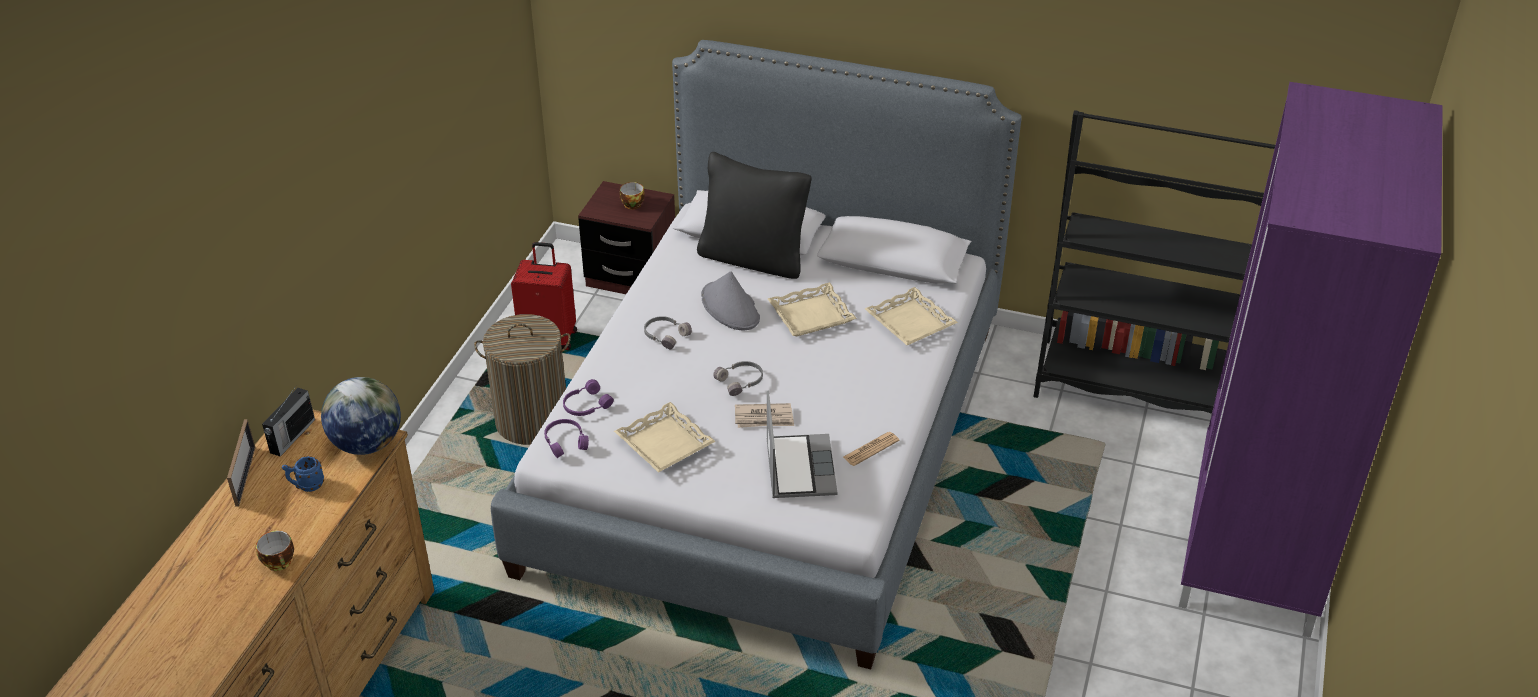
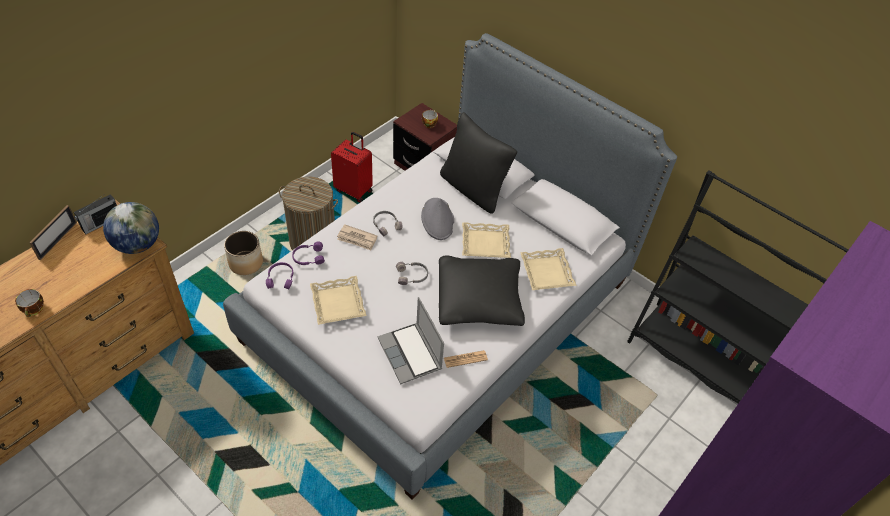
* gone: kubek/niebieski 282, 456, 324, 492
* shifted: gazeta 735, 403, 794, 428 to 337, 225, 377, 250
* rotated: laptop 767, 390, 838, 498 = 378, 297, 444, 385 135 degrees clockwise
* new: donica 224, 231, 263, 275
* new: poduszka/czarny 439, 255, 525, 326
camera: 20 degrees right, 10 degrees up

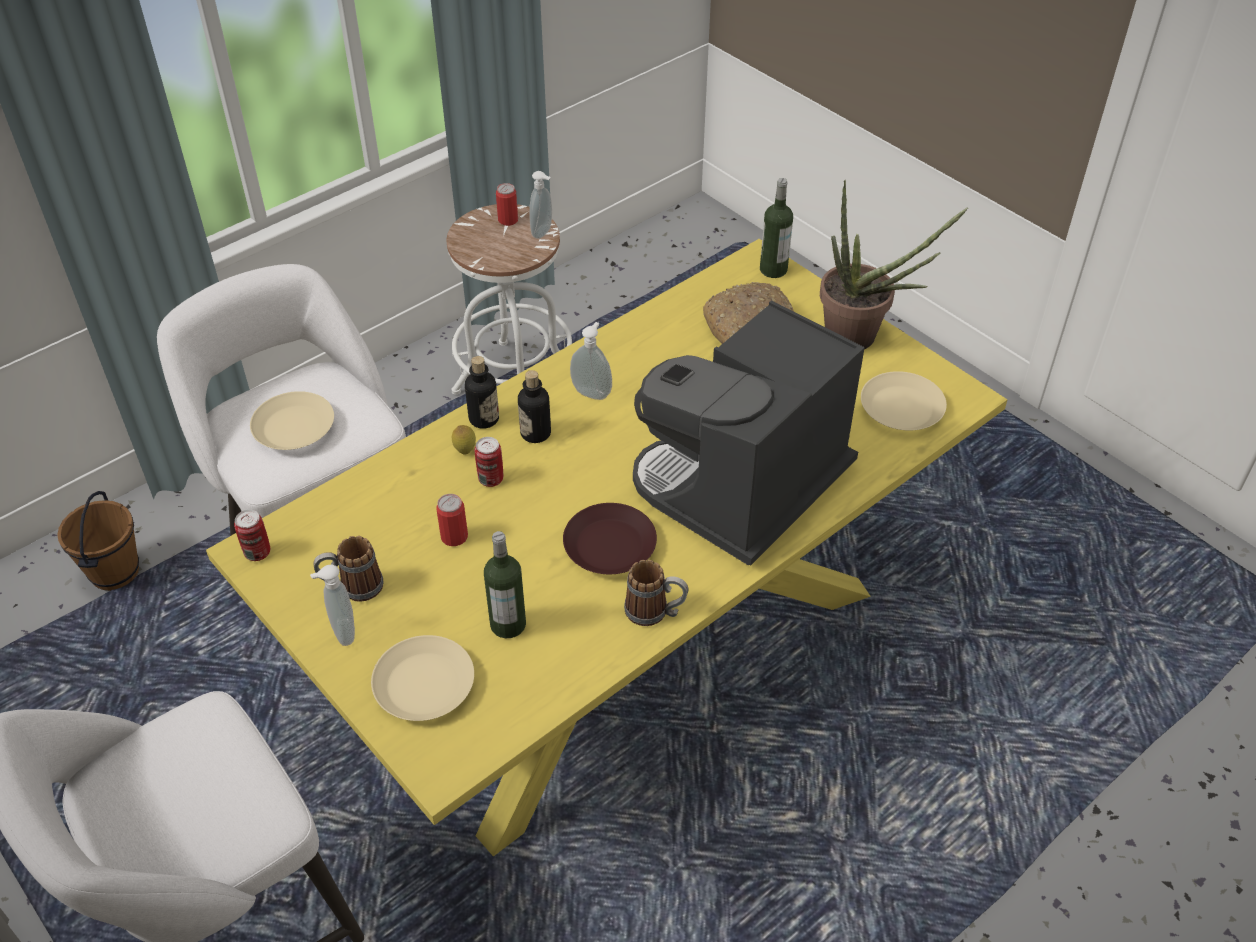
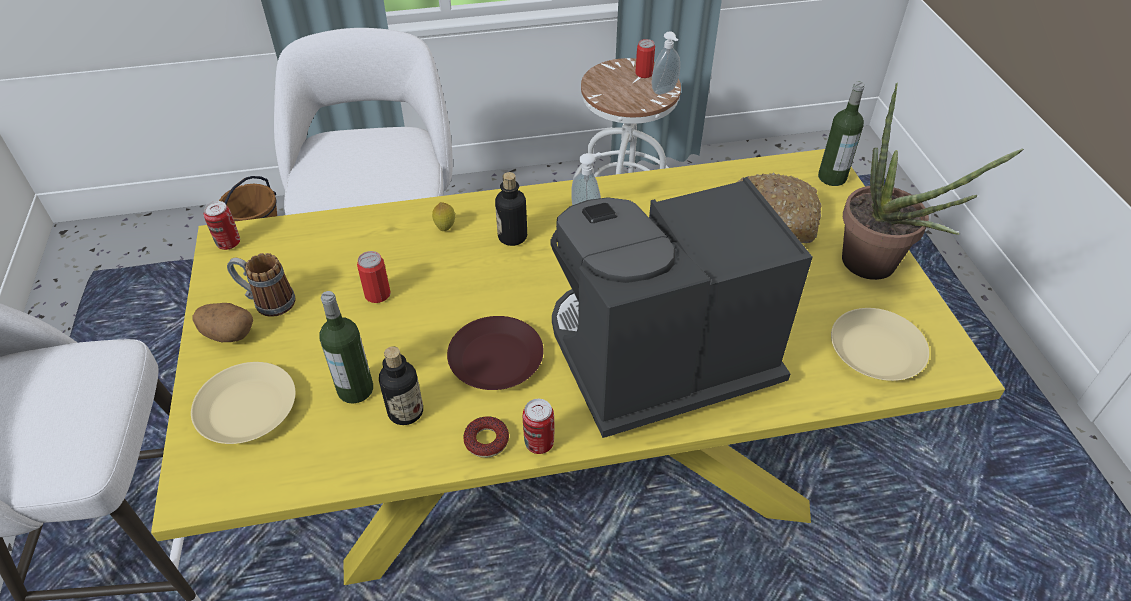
* gone: talerz/beżowy 250, 391, 334, 450
* swapped: dozownik mydła 310, 565, 355, 646 to ziemniak 192, 303, 253, 342
* shifted: butelka 465, 356, 499, 429 to 379, 346, 423, 425
* shifted: puszka 475, 437, 503, 487 to 523, 399, 554, 454
* swapped: kubek 624, 560, 688, 626 to donut 463, 416, 509, 458
camera: 30 degrees right, 0 degrees up

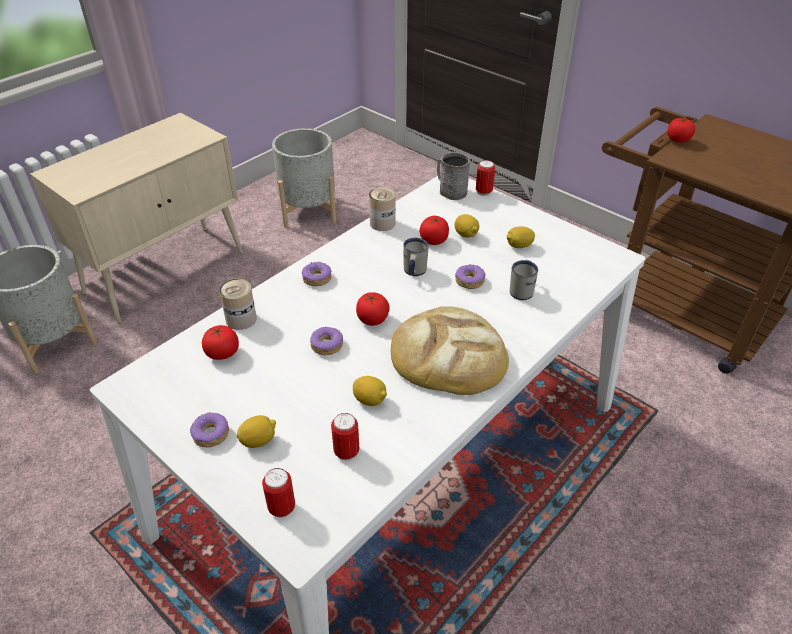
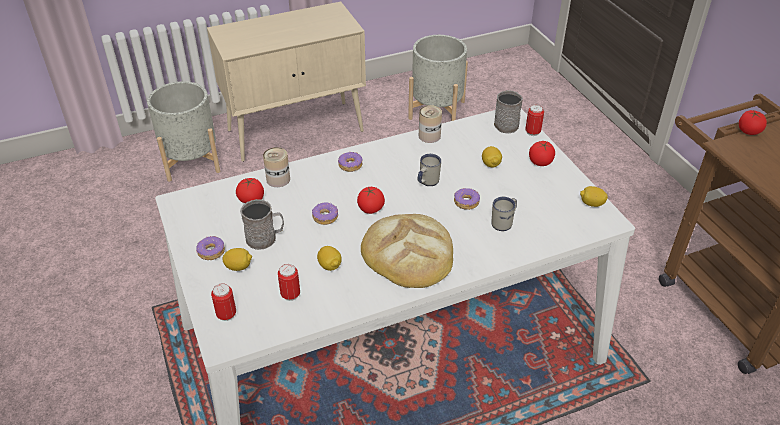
* shifted: pomidor 419, 216, 449, 245 to 529, 141, 555, 166
* shifted: cytryna 507, 227, 535, 248 to 580, 186, 608, 207
* new: kubek/szary 240, 199, 284, 250
camera: 25 degrees right, 0 degrees up

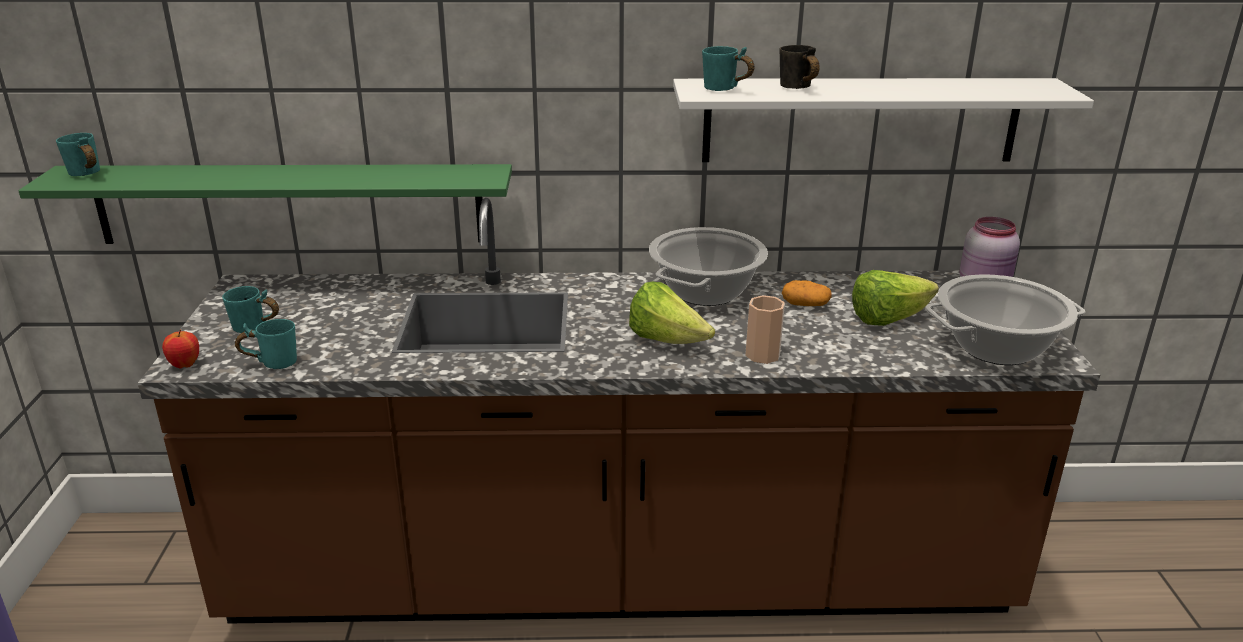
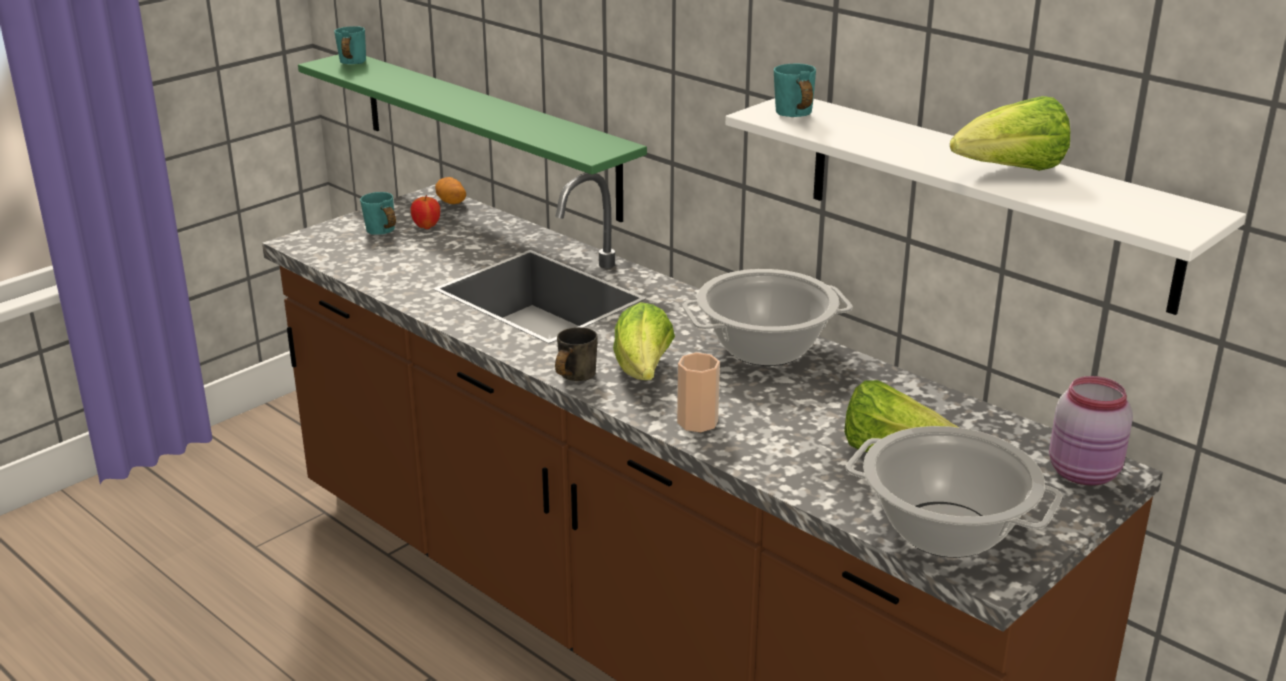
* shifted: jabłko 162, 330, 199, 368 to 411, 195, 440, 229
* gone: kubek/turkusowy 235, 319, 297, 369
* shifted: kubek/szary 780, 45, 820, 89 to 555, 327, 597, 381
* shifted: ziemniak 782, 280, 832, 306 to 435, 177, 466, 204
* new: sałata 950, 96, 1070, 171
camera: 45 degrees right, 0 degrees up

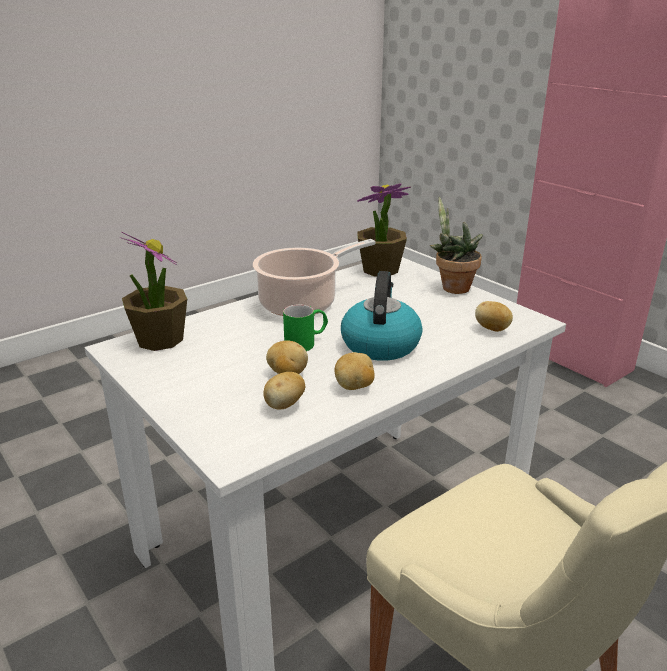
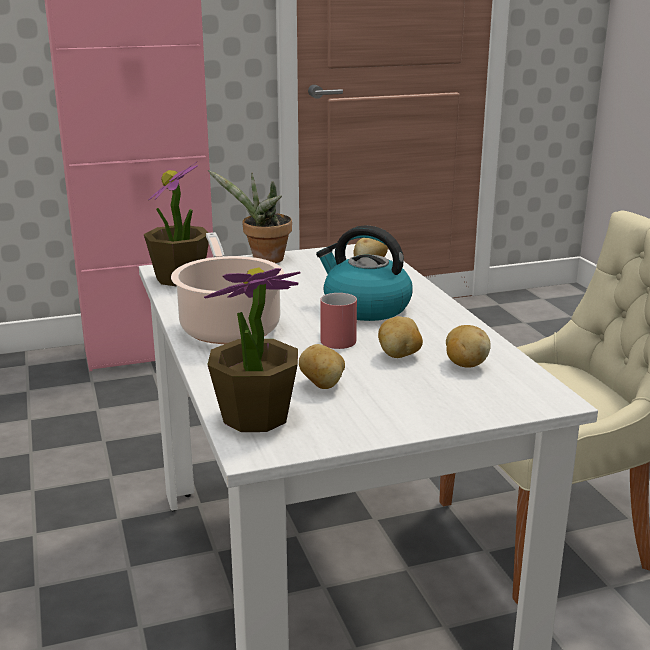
* repainted: kubek/zielony 283, 304, 328, 351 to kubek/czerwony 321, 293, 357, 349
* shifted: ziemniak 334, 352, 375, 390 to 299, 344, 345, 389
camera: 70 degrees left, 5 degrees down

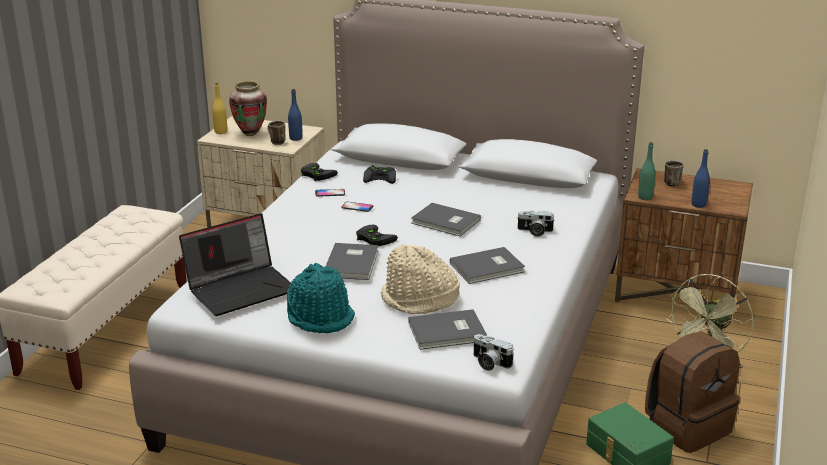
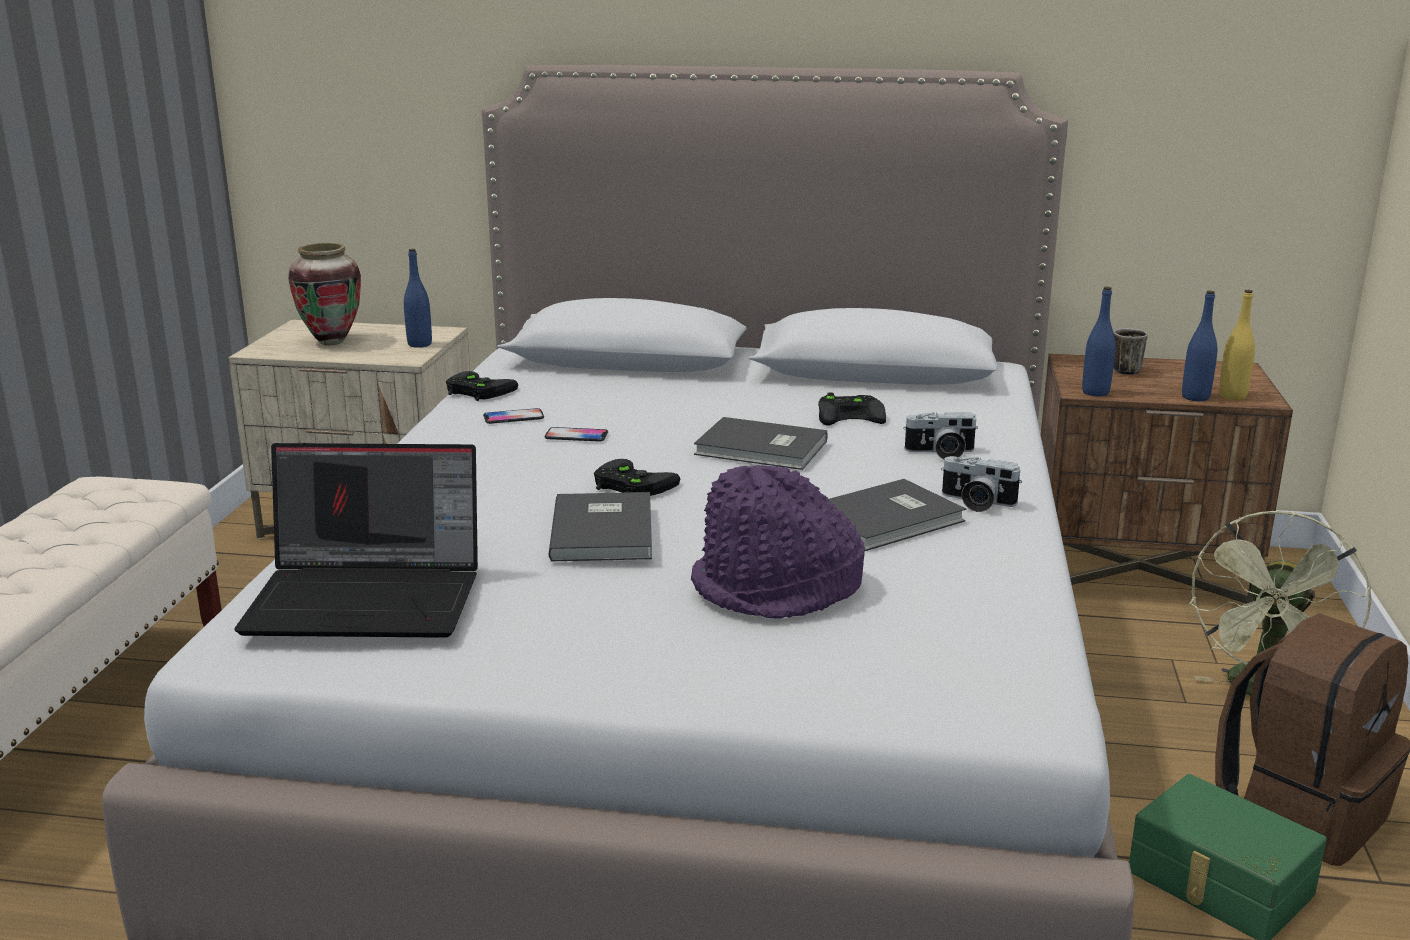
* rotated: laptop 179, 213, 291, 316 = 234, 443, 478, 638 45 degrees clockwise
* shifted: butelka/żółty 212, 83, 227, 134 to 1219, 290, 1255, 400
* gone: kubek 268, 121, 285, 145
* gone: kapelusz/turkusowy 287, 263, 355, 334
* shifted: pad do gier/czarny 363, 165, 396, 184 to 818, 392, 886, 425
* repainted: kapelusz/beżowy 381, 245, 460, 314 to kapelusz/fioletowy 691, 465, 865, 619
* gone: książka/szary 408, 309, 487, 350
* shifted: aparat fotograficzny 473, 334, 514, 371 to 941, 456, 1022, 512
* repainted: butelka/zielony 638, 142, 656, 200 to butelka/niebieski 1082, 287, 1116, 396
camera: 10 degrees left, 5 degrees down

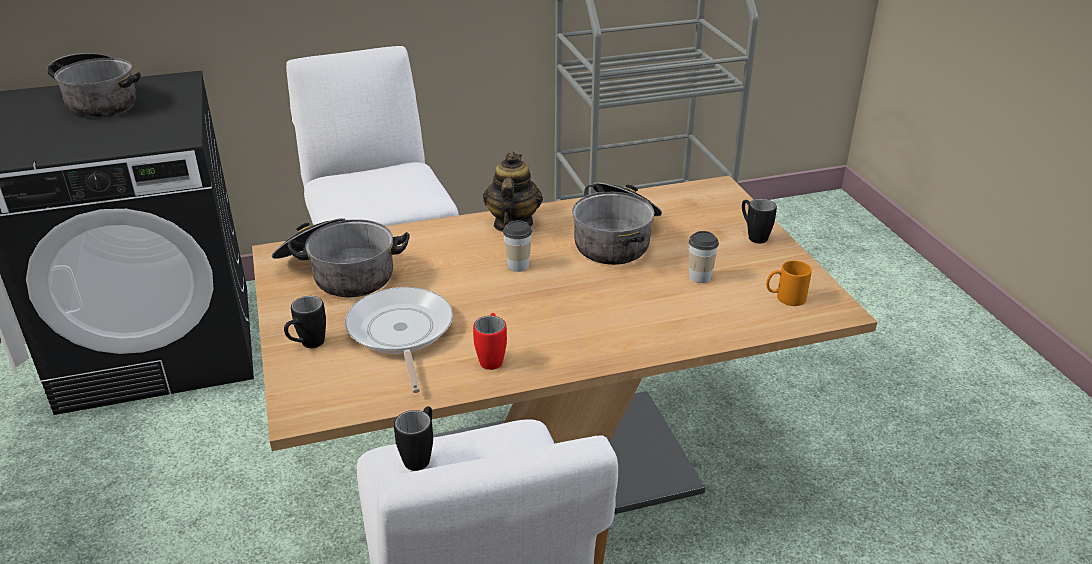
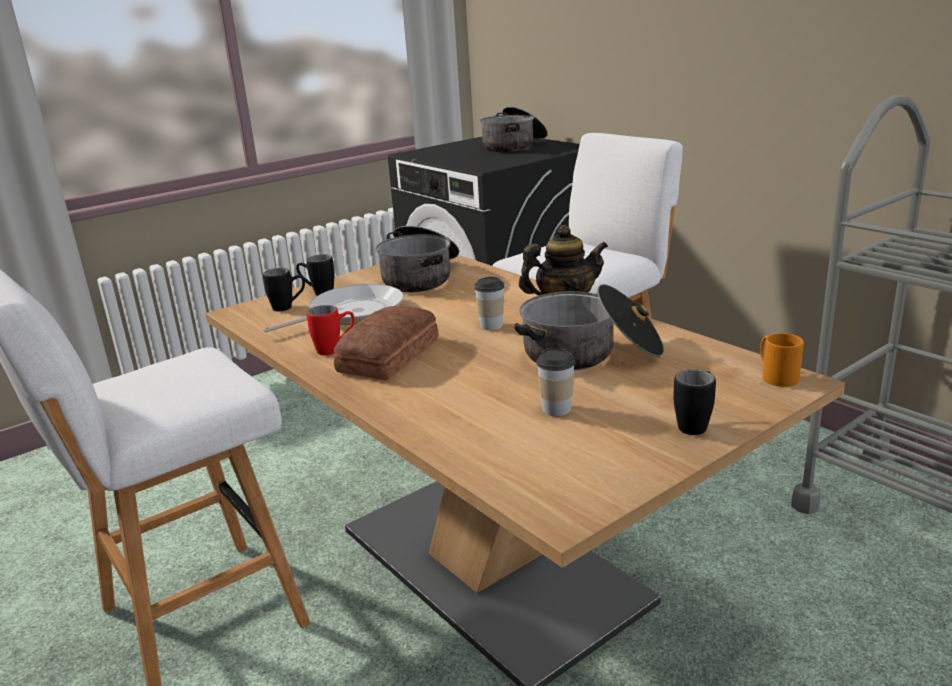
* shifted: kubek/czarny 394, 406, 433, 471 to 263, 268, 305, 311
* shifted: kubek/pomarańczowy 766, 260, 812, 306 to 760, 333, 804, 387
* new: chleb 334, 306, 439, 380
camera: 70 degrees right, 10 degrees down

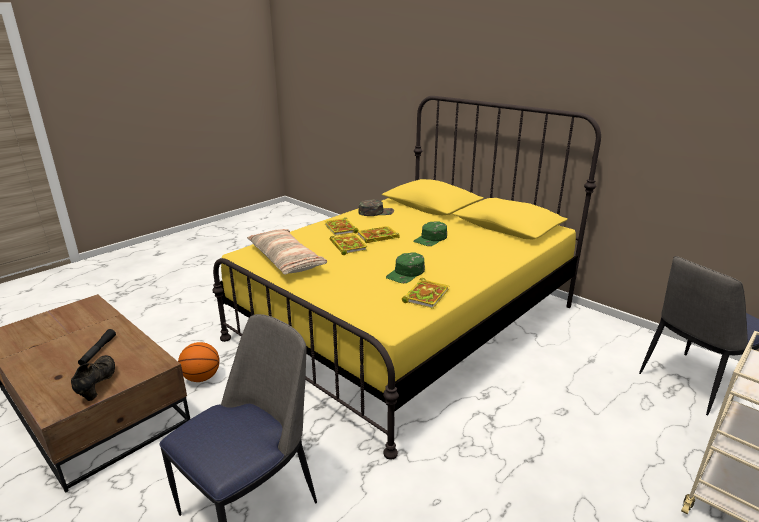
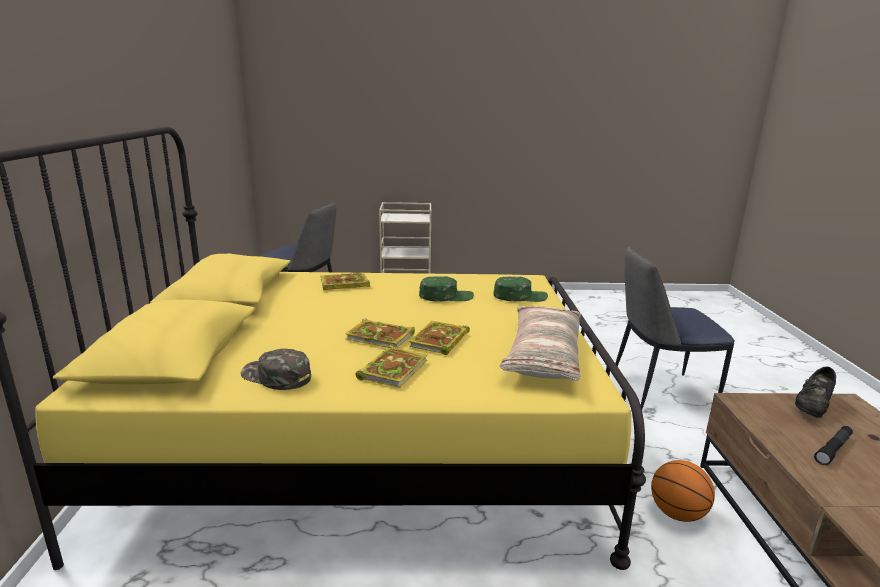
* shifted: książka 402, 278, 449, 309 to 320, 272, 370, 290
* shifted: czapka z daszkiem/zielony 413, 221, 447, 246 to 494, 277, 548, 302
camera: 135 degrees left, 5 degrees down

